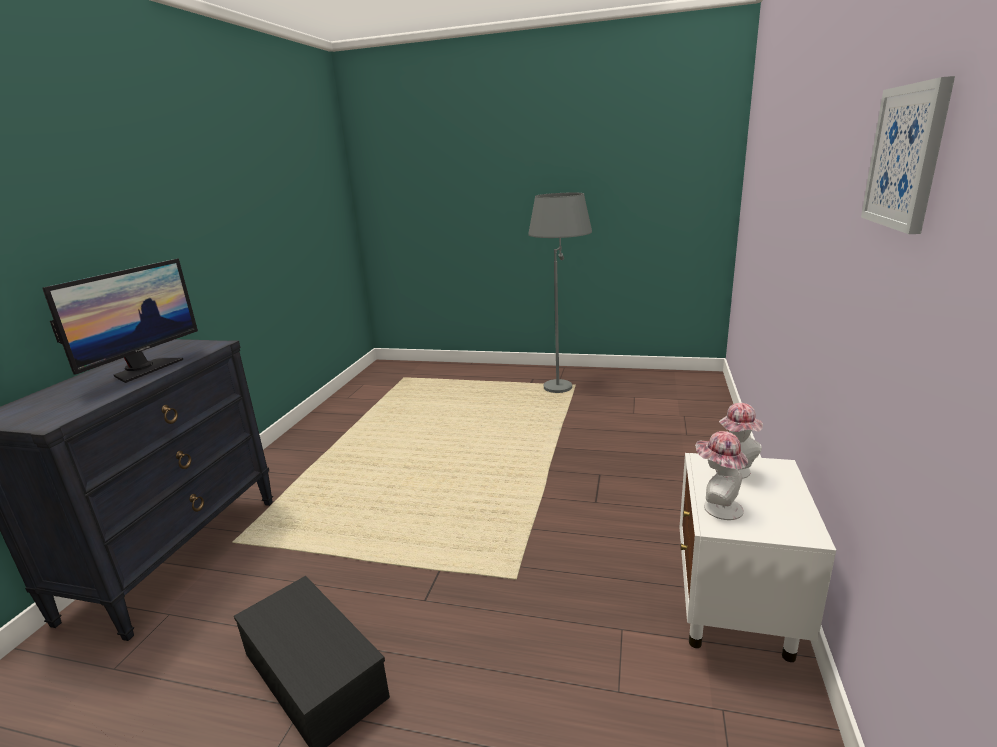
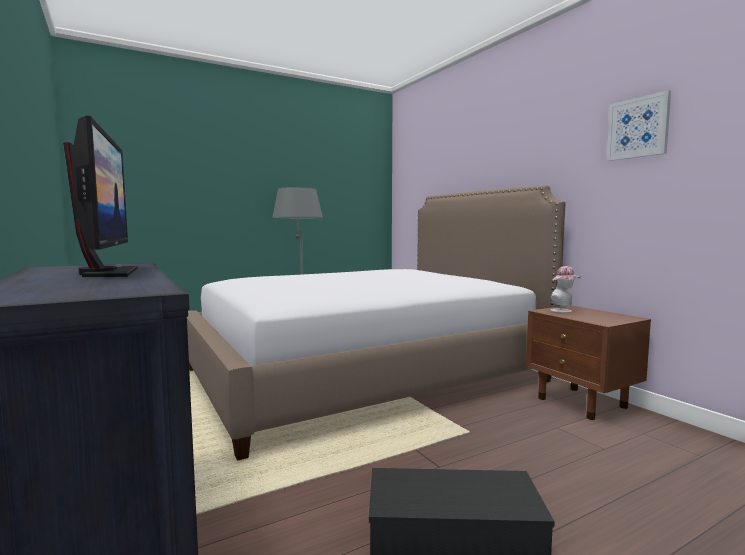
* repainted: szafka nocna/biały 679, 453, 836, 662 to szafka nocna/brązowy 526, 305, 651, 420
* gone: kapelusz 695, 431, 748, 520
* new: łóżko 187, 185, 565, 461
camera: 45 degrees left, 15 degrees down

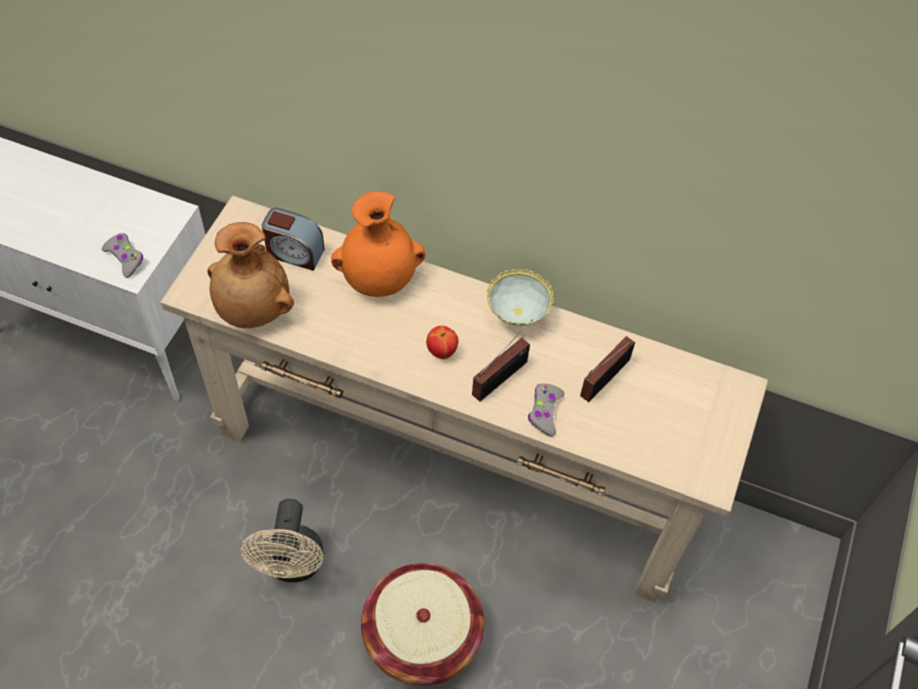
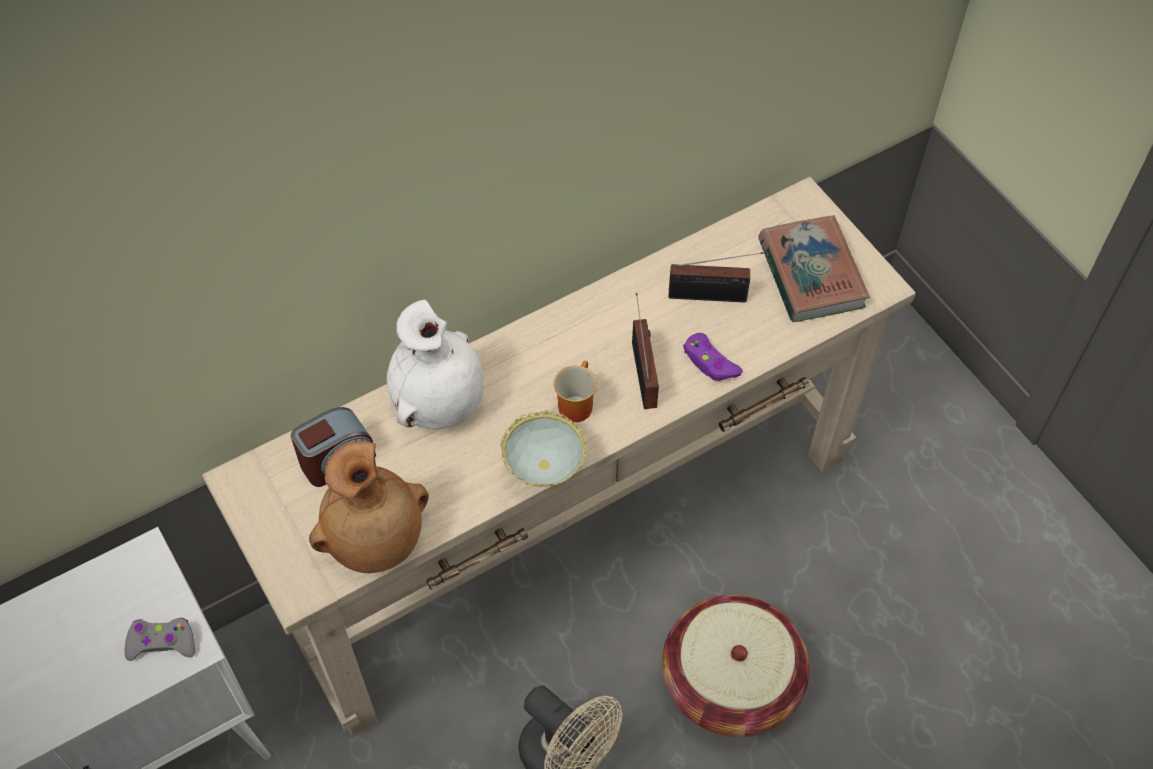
* repainted: wazon/pomarańczowy 331, 191, 425, 297 to wazon/biały 387, 299, 484, 429
* swapped: jabłko 426, 326, 458, 359 to kubek 554, 361, 597, 422
* shifted: miska 487, 269, 554, 326 to 500, 410, 587, 487
* repainted: pad do gier/szary 528, 383, 564, 437 to pad do gier/fioletowy 683, 333, 743, 381
* rotated: radio 580, 336, 635, 402 = 669, 252, 763, 302 75 degrees counterclockwise
* new: książka 758, 216, 870, 322
camera: 50 degrees left, 0 degrees up

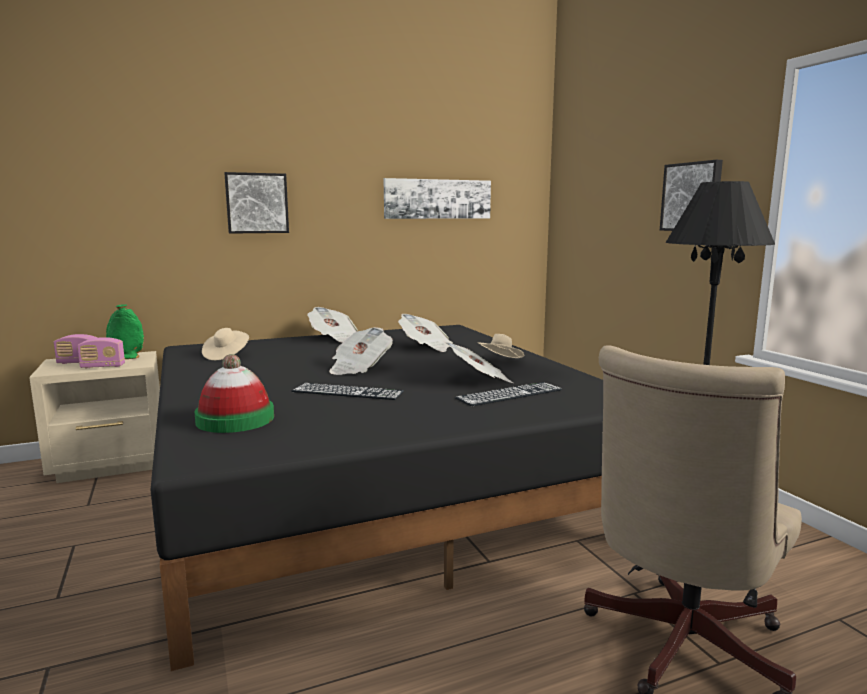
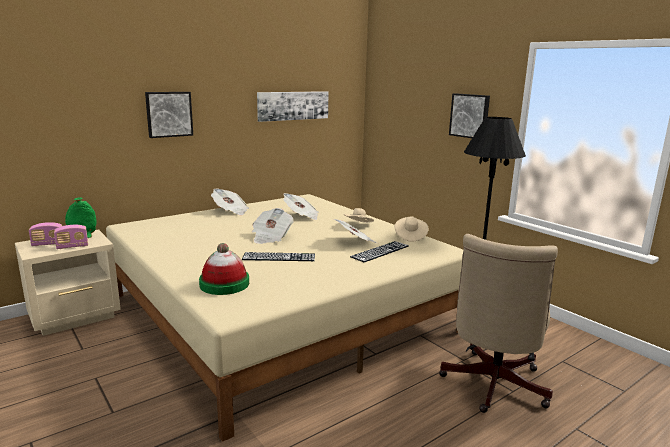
* repainted: łóżko/czarny 151, 325, 603, 671 to łóżko/beżowy 106, 194, 463, 442
* shifted: kapelusz/beżowy 202, 328, 249, 360 to 395, 217, 428, 241
camera: 15 degrees left, 5 degrees up

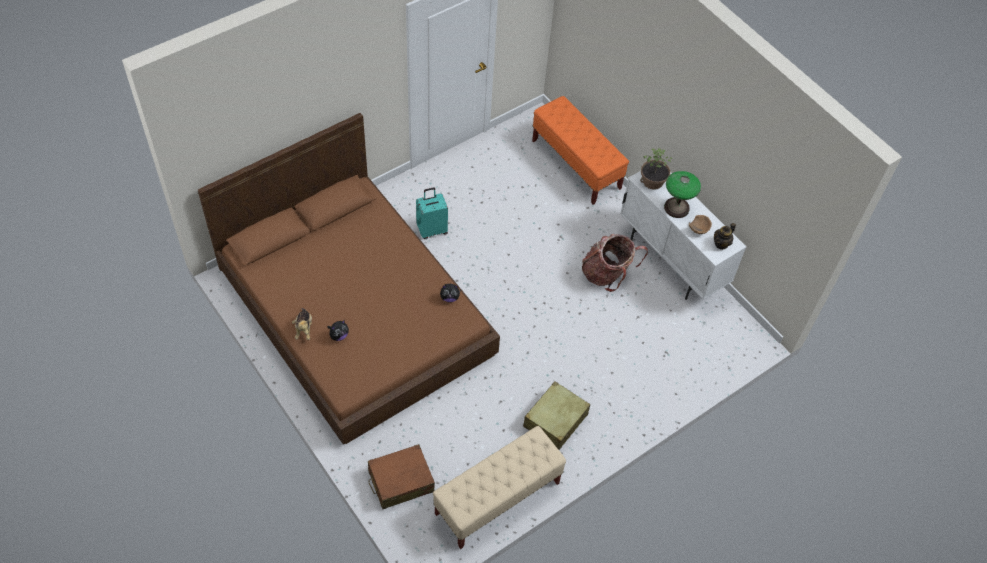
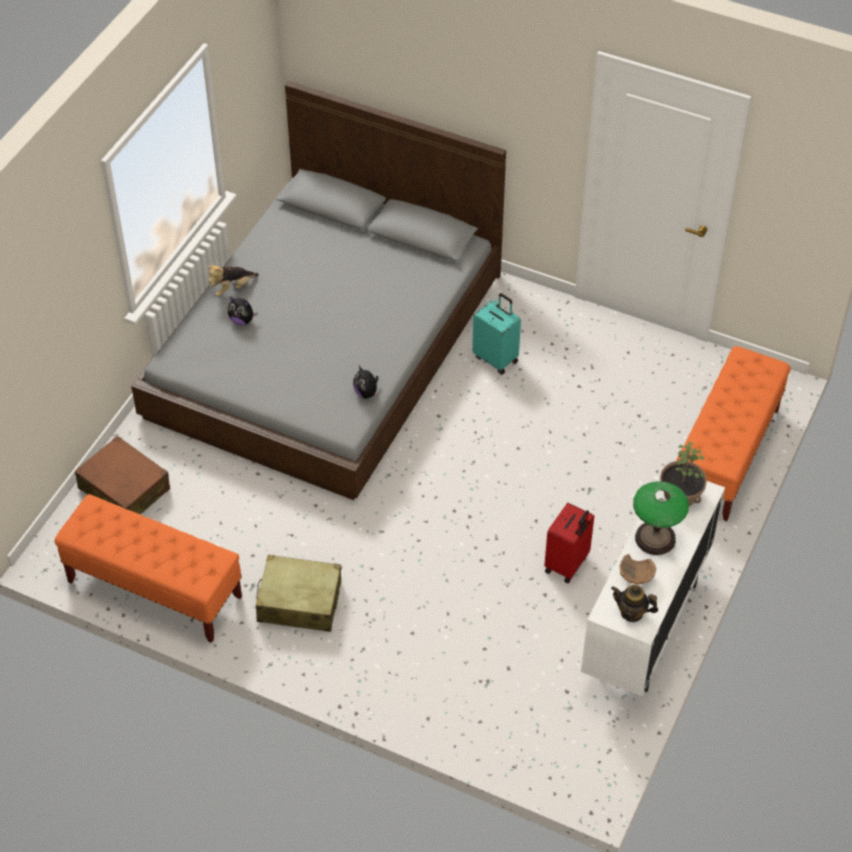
* repainted: łóżko/brązowy 198, 113, 500, 445 to łóżko/szary 131, 81, 506, 500
* repainted: ławka/beżowy 433, 426, 566, 549 to ławka/pomarańczowy 55, 494, 242, 643
* swapped: plecak 582, 234, 648, 292 to walizka/czerwony 544, 503, 594, 583
camera: 65 degrees right, 5 degrees down

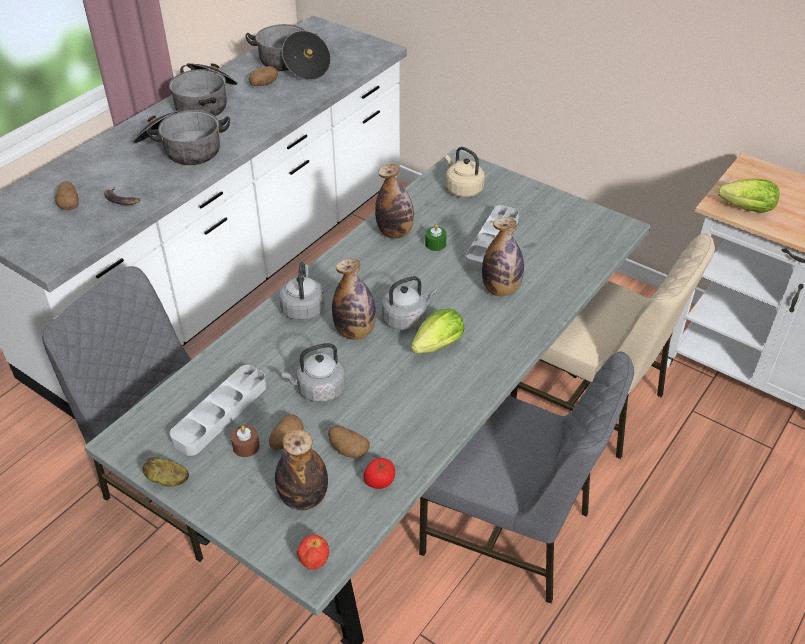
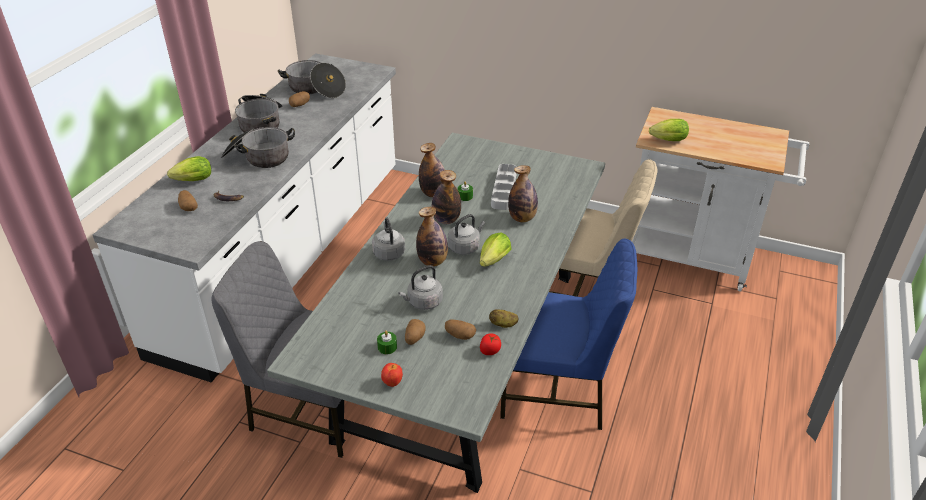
* shifted: ziemniak 142, 457, 189, 487 to 489, 309, 519, 328
* gone: taca/szary 170, 365, 266, 456
* repainted: świeca/brązowy 231, 425, 260, 457 to świeca/zielony 377, 331, 397, 354
* shifted: butelka 275, 429, 328, 510 to 432, 170, 461, 224
* shifted: jabłko 297, 534, 329, 570 to 381, 363, 403, 387
* repainted: krzesło/szary 419, 352, 634, 603 to krzesło/niebieski 500, 239, 637, 430
* gone: czajnik/beżowy 445, 147, 485, 197
* new: sałata 167, 156, 211, 181
camera: 15 degrees left, 5 degrees down

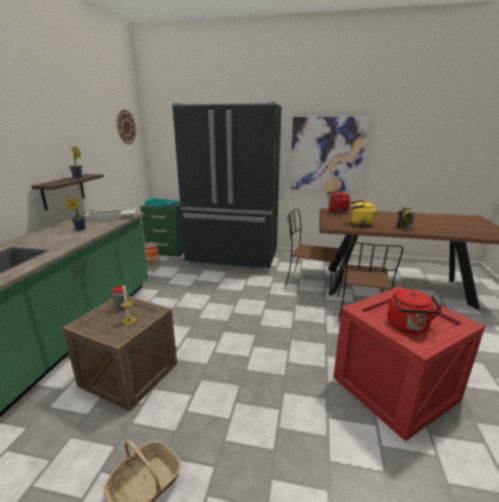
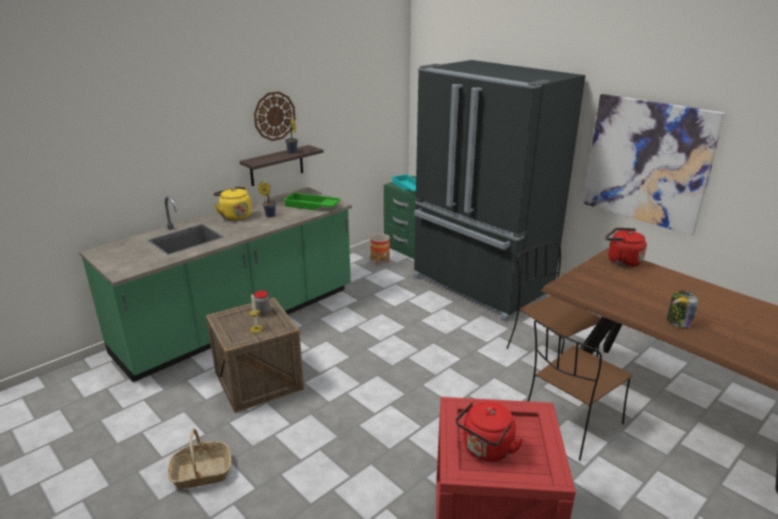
* repainted: taca/biały 85, 208, 136, 222 to taca/zielony 283, 193, 341, 210
* shifted: zegar ścienny 117, 110, 136, 144 to 254, 91, 296, 141
* shifted: czajnik/żółty 350, 200, 376, 226 to 213, 187, 252, 221
camera: 35 degrees right, 5 degrees up

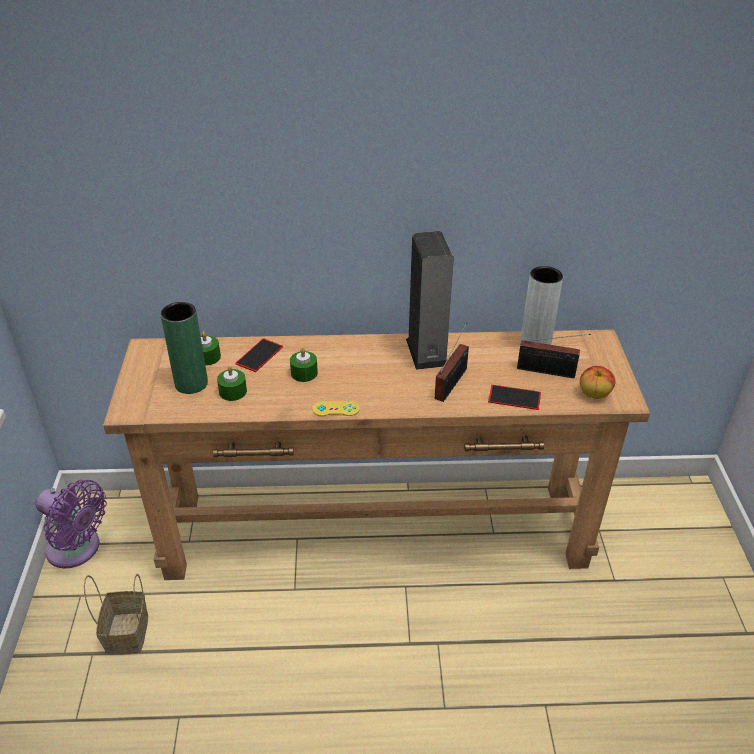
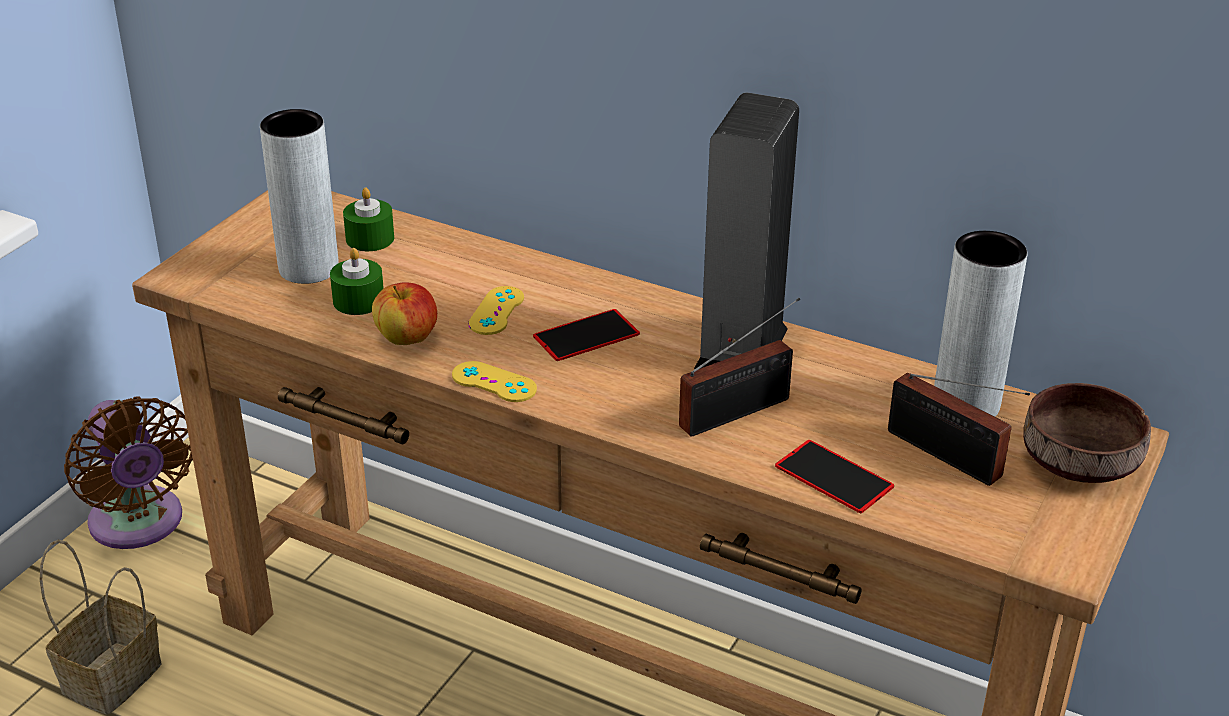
* repainted: wentylator/fioletowy 35, 480, 107, 568 to wentylator/brązowy 64, 396, 193, 549
* repainted: wazon/zielony 160, 302, 208, 394 to wazon/szary 260, 109, 339, 284
* shifted: telefon 235, 338, 283, 372 to 533, 309, 640, 361
* swapped: świeca/zielony 290, 348, 318, 382 to pad do gier/żółty 468, 286, 524, 335
* shifted: jabłko 580, 366, 615, 399 to 372, 282, 437, 345
* new: miska/brązowy 1023, 383, 1151, 483
camera: 30 degrees right, 5 degrees down

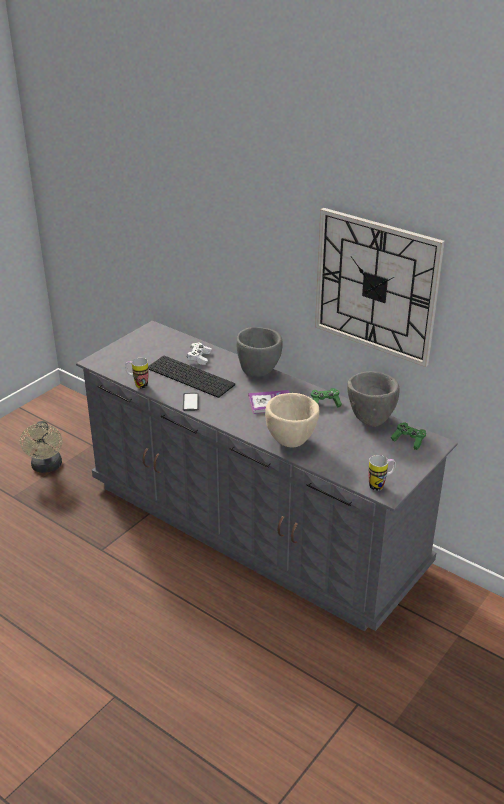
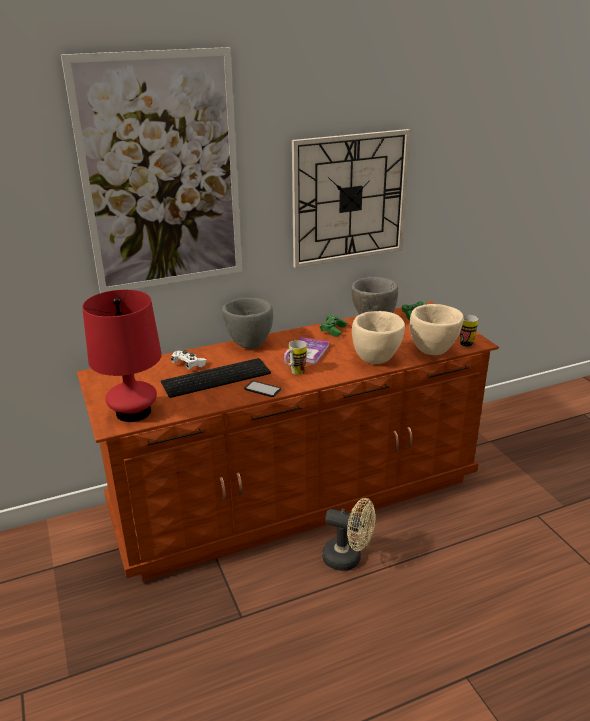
* shifted: wentylator/beżowy 20, 421, 62, 473 to 322, 498, 376, 571
* repainted: komoda/szary 76, 321, 458, 631 to komoda/brązowy 77, 302, 499, 581
* shifted: kubek 125, 358, 149, 389 to 284, 340, 307, 375
* new: obraz 61, 47, 242, 293
* new: lampa stołowa/czerwony 82, 290, 162, 422
* new: miska/beżowy 410, 304, 464, 355
camera: 60 degrees left, 5 degrees down

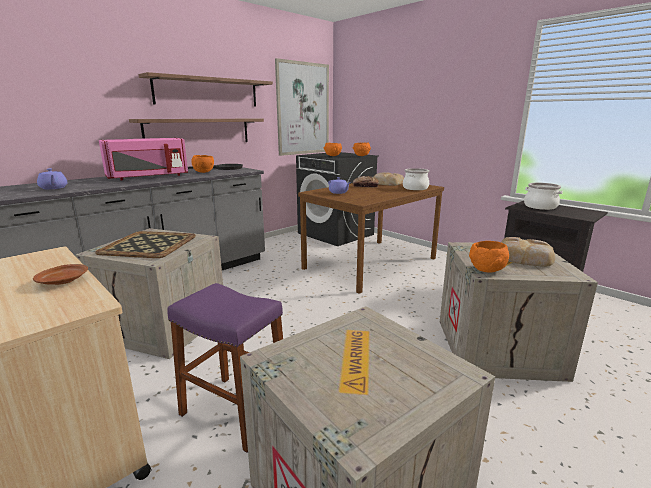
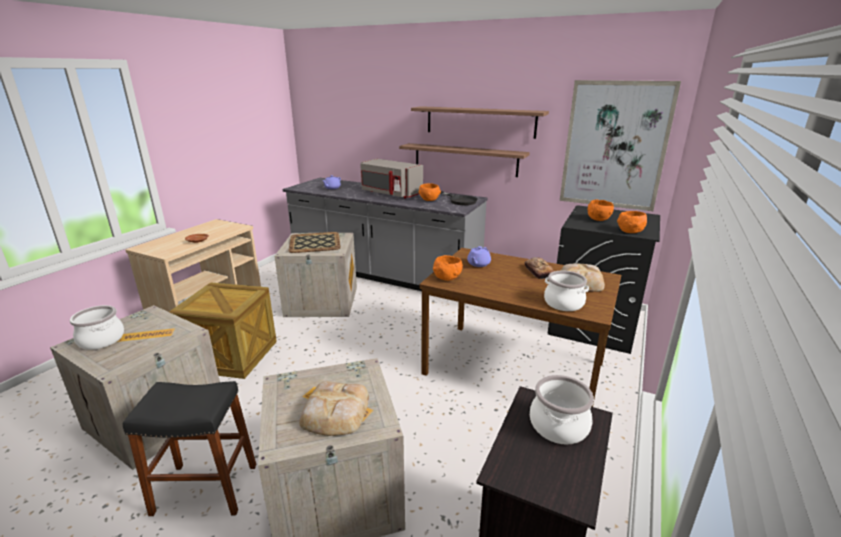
* repainted: mikrofalówka/różowy 99, 138, 188, 180 to mikrofalówka/szary 360, 159, 423, 199
* swapped: stołek/fioletowy 167, 283, 283, 453 to skrzynka 169, 282, 277, 379
* shifted: miska/pomarańczowy 469, 241, 509, 272 to 433, 255, 463, 281
* new: garnek 70, 305, 124, 350
* new: stołek/czarny 123, 381, 256, 516
camera: 70 degrees right, 5 degrees up

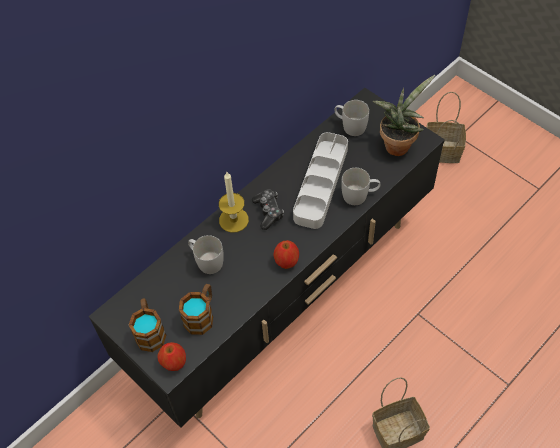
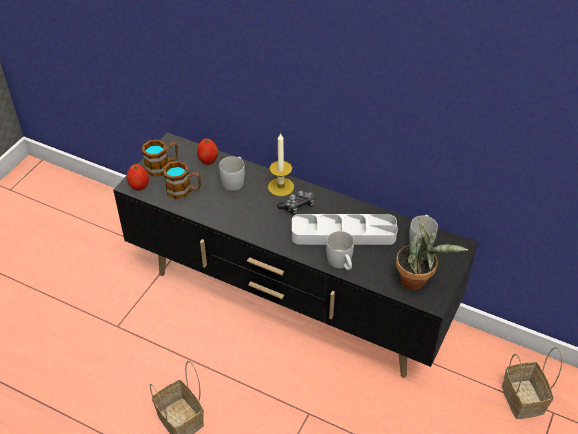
* shifted: jabłko 274, 240, 299, 269 to 197, 139, 219, 165
camera: 70 degrees right, 10 degrees down

